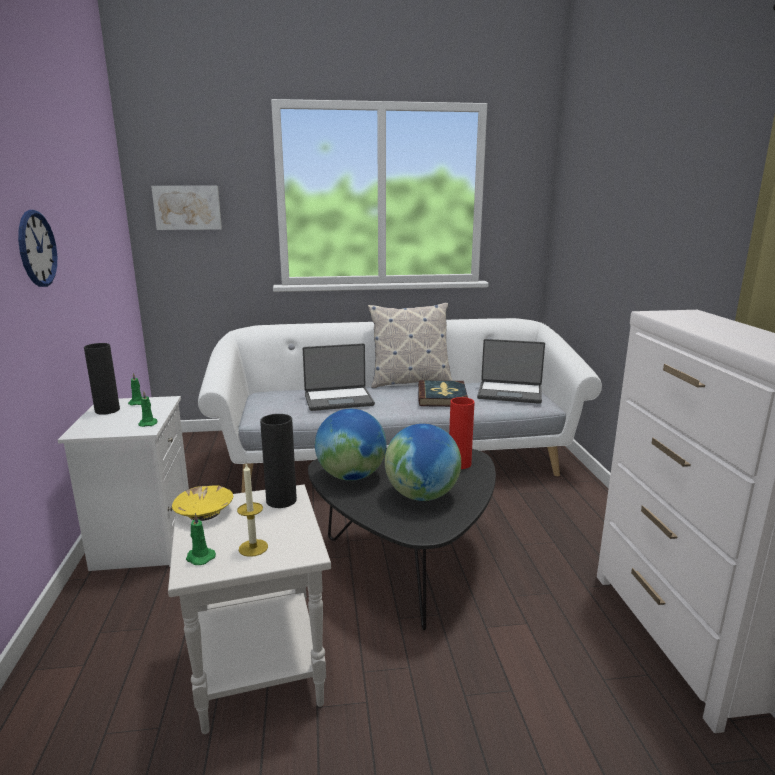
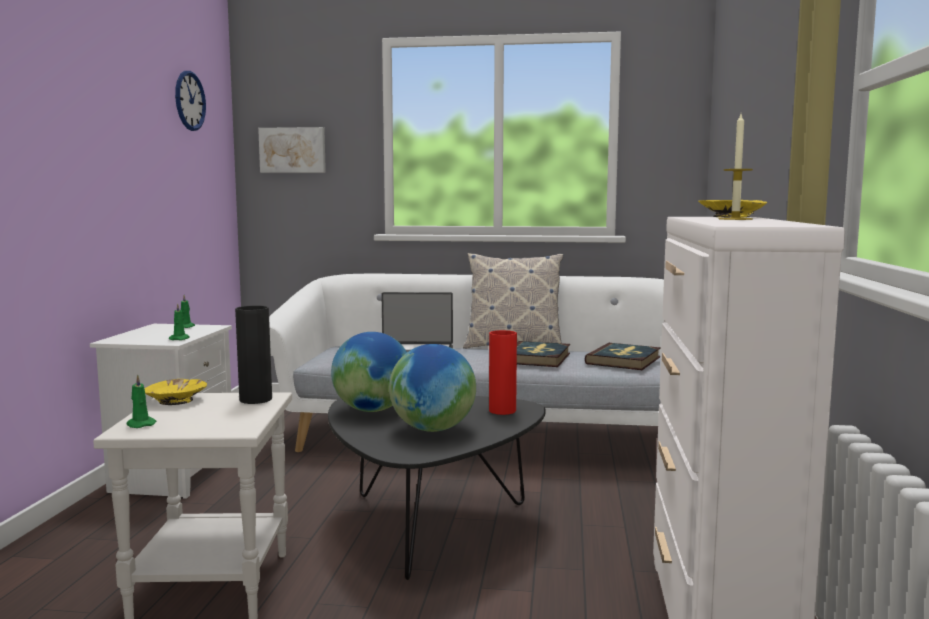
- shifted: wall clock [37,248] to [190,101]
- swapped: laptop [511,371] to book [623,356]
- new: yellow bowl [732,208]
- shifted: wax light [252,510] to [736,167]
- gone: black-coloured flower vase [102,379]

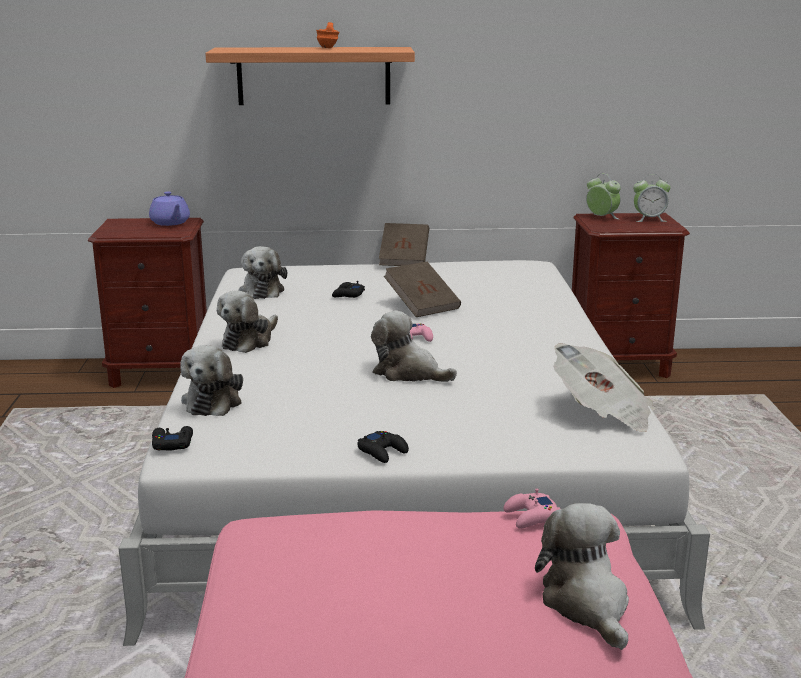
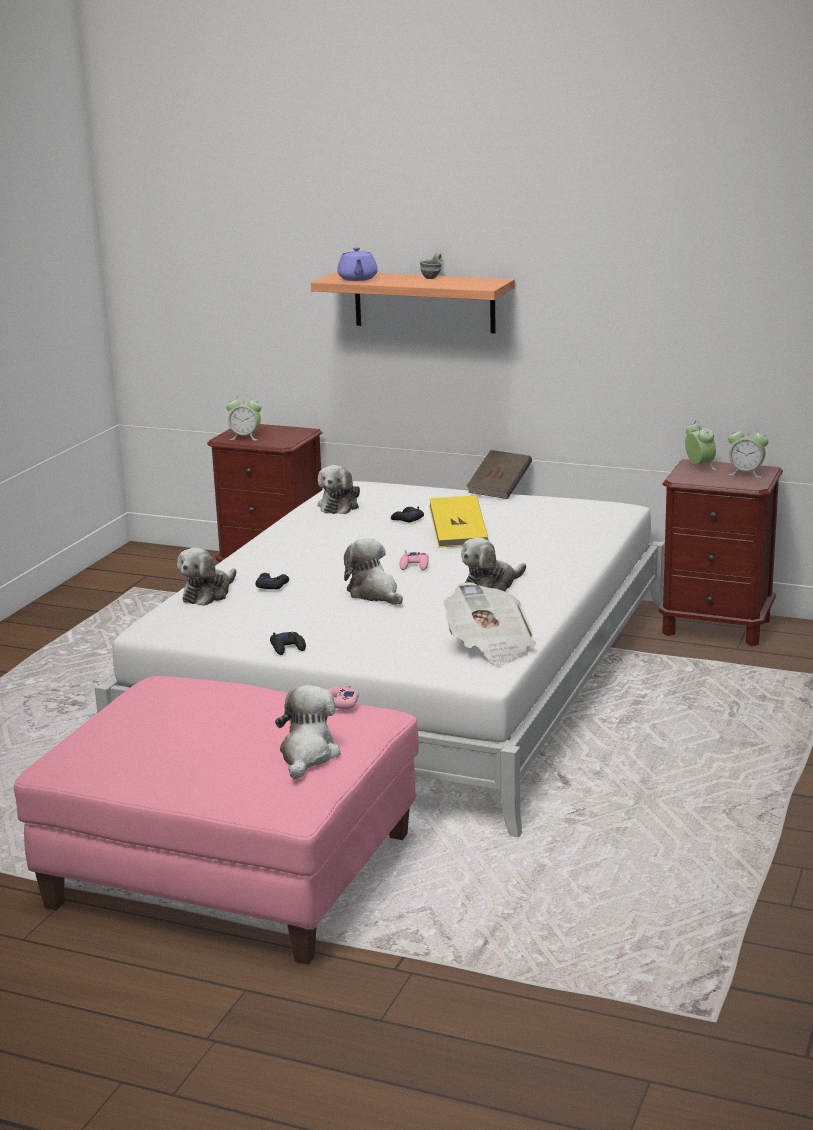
- new: table clock [244,417]
- shifted: black-coloured gamepad [172,438] to [272,581]
- shifted: purple tea pot [169,209] to [357,264]
- repainted: orangey mug [327,35] to grey mug [431,266]
- repainted: brown-coloured book [422,289] to yellow book [459,521]
- shifted: cuddly toy [247,321] to [493,565]

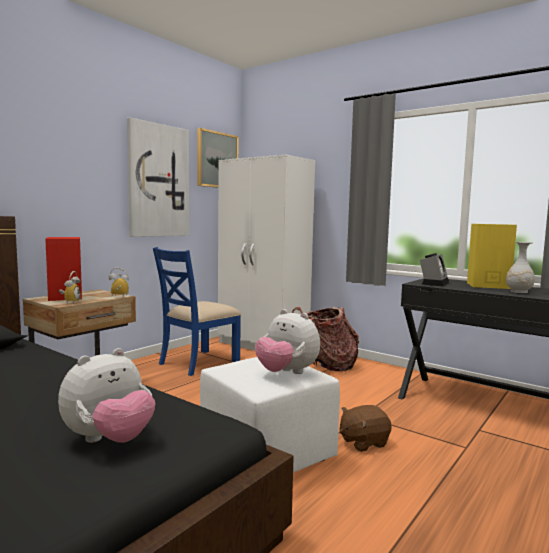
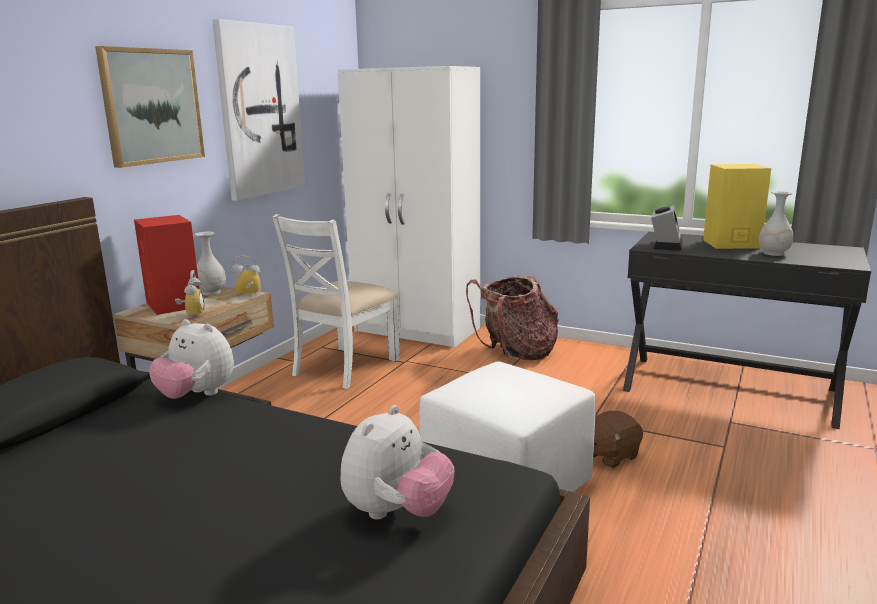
- shifted: picture [218,158] to [150,107]
- shifted: cuddly toy [287,341] to [191,359]
- new: white flower vase [210,264]
- repainted: blue-coloured upright chair [197,311] to white upright chair [336,301]

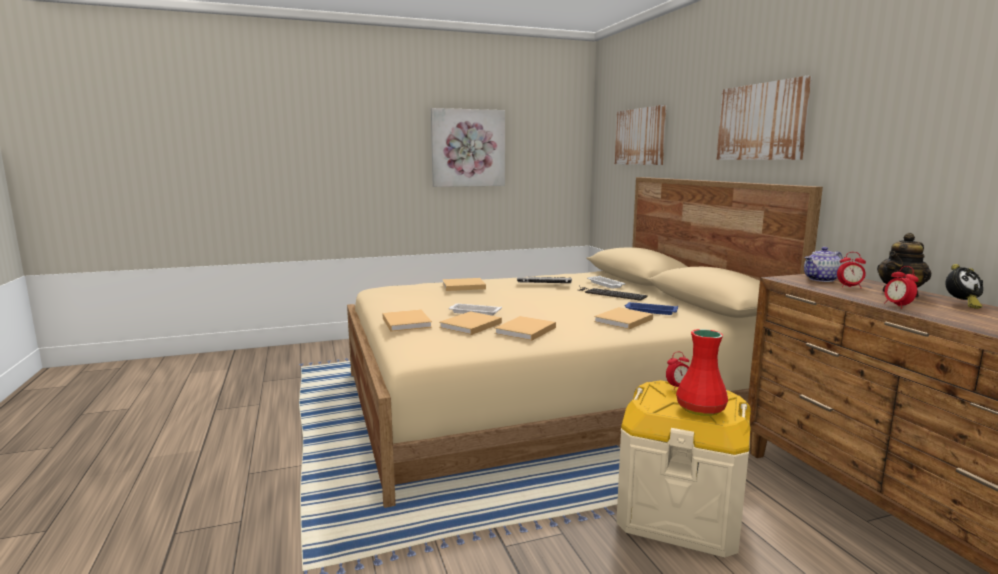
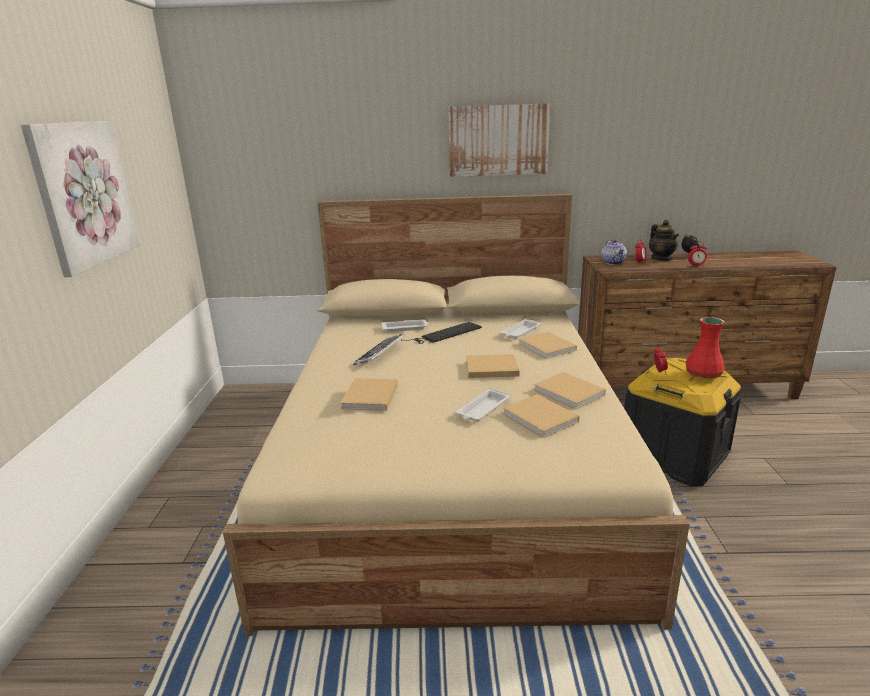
- shifted: beige-coloured book [407,320] to [493,366]
- repainted: blue-coloured carrying tray [651,308] to white carrying tray [520,329]
- repainted: beige-coloured storage container [683,468] to black-coloured storage container [682,422]
- gone: picture [640,135]

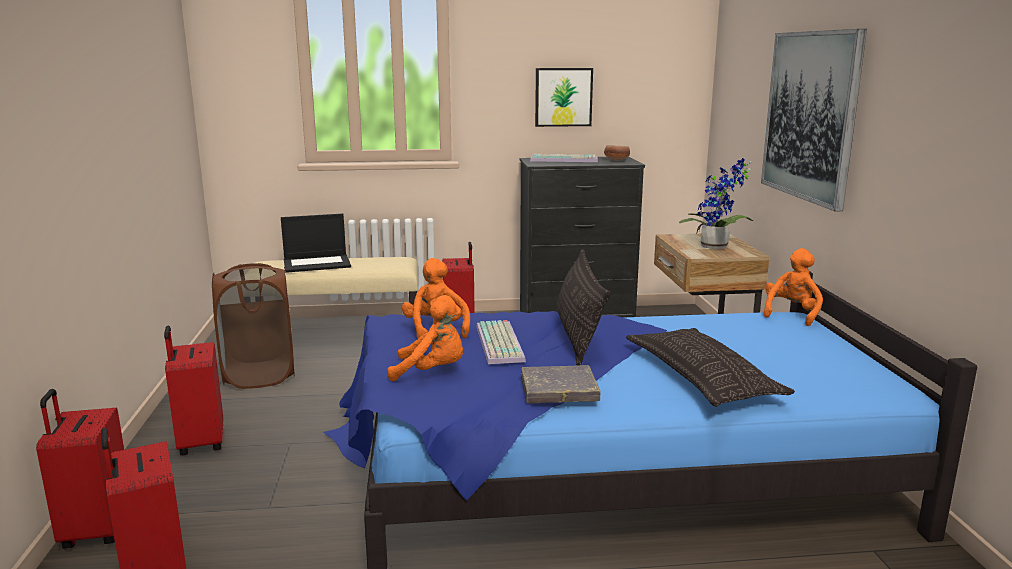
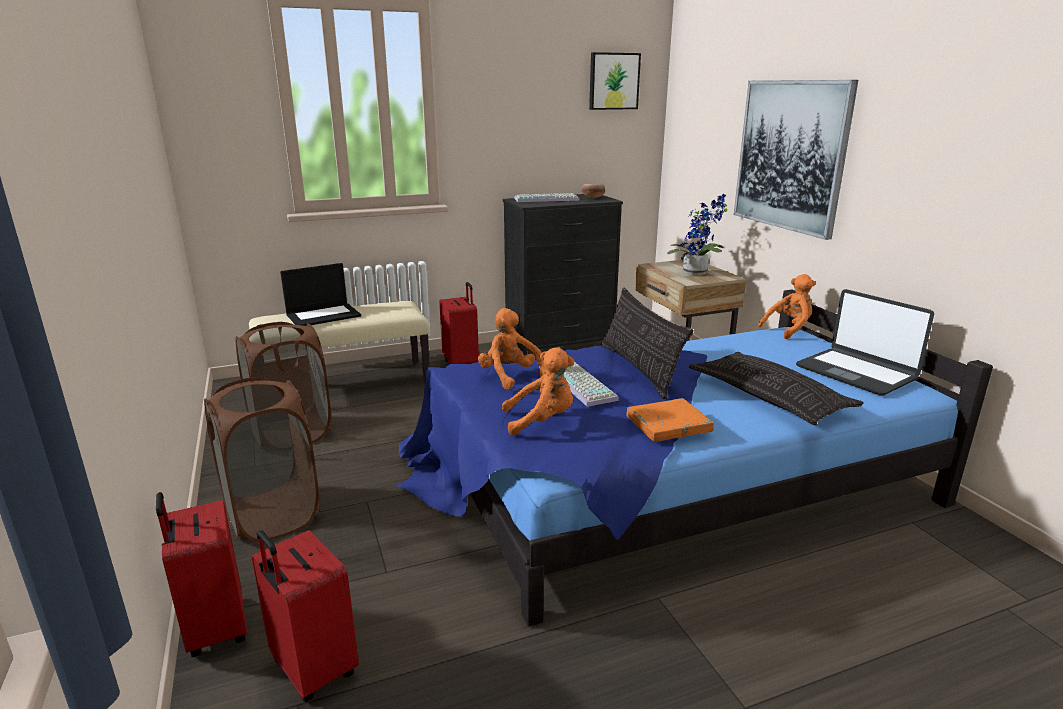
- swapped: red-coloured piece of luggage [193,390] to brown-coloured hamper [262,459]
- shifted: picture [564,97] to [615,81]
- repainted: grey book [561,384] to orangey book [670,420]
- rotated: orangey cuddly toy [793,287] = [786,306] 45 degrees clockwise
- new: laptop [865,342]

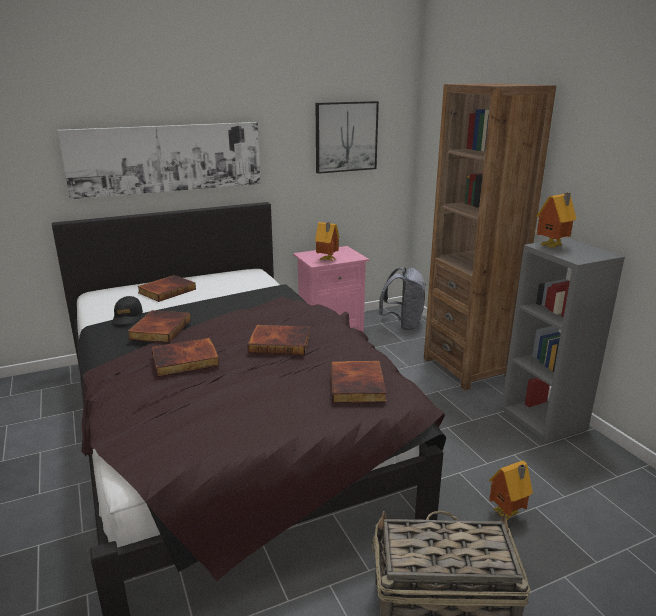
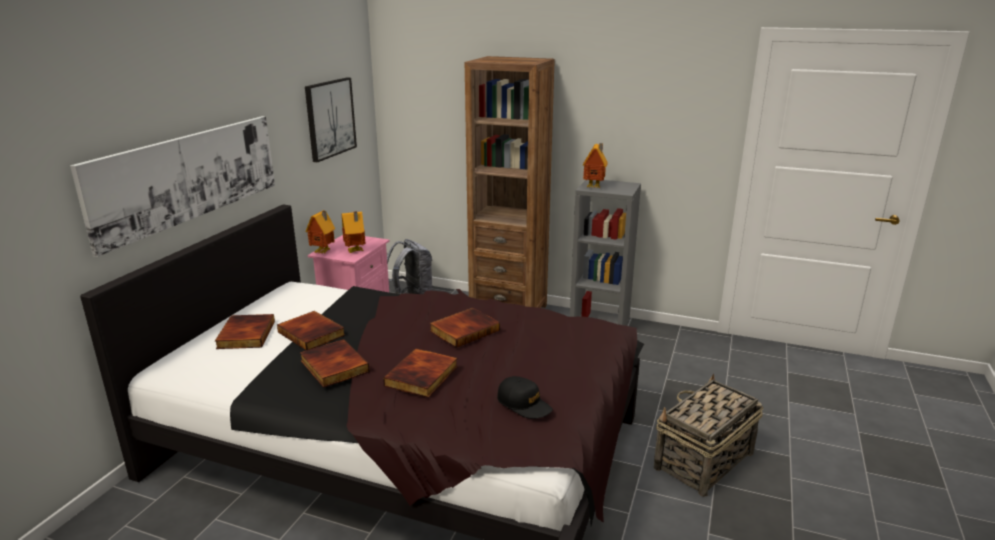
- shifted: book [358,382] to [311,330]
- shifted: miniature house [511,490] to [320,232]
- shifted: black-coloured baseball cap [127,310] to [525,397]

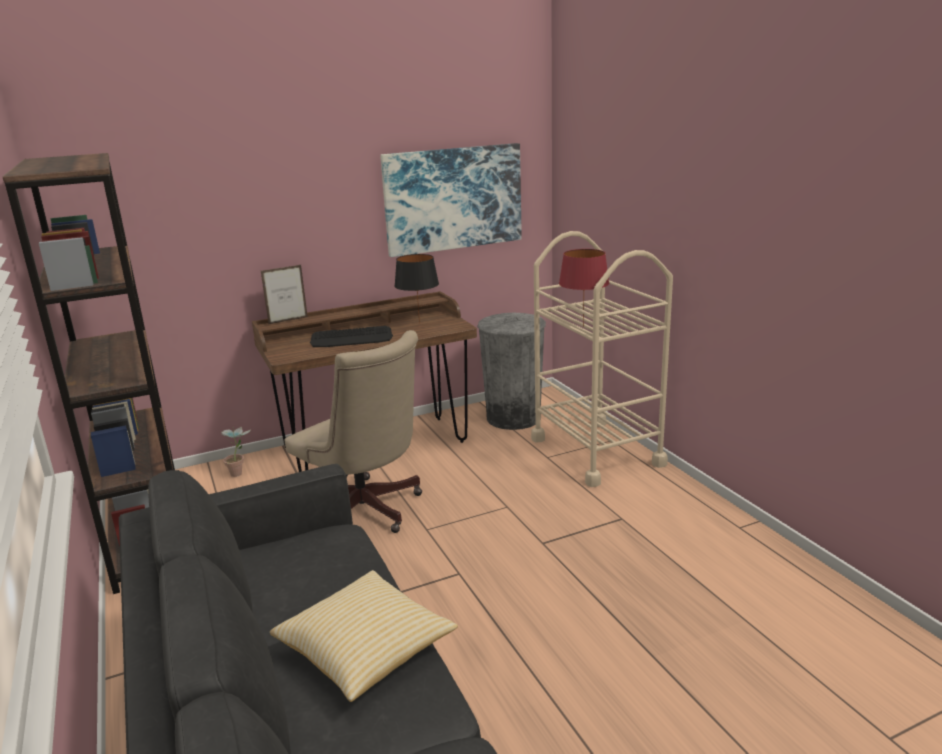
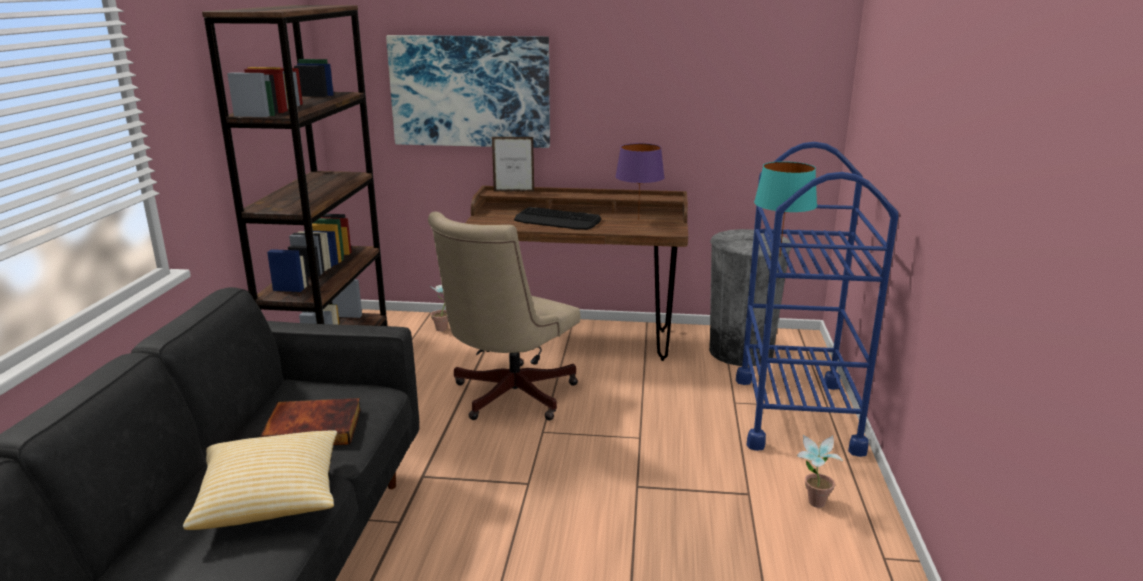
- new: book [310,421]
- shifted: picture [451,200] to [468,91]
- rotated: beige-coloured computer chair [353,431] = [504,315] 45 degrees clockwise
- repainted: black-coloured lamp for a table [417,289] to purple lamp for a table [640,181]
- repainted: beige-coloured wheeled cart [602,359] to blue-coloured wheeled cart [817,299]
- repainted: red-coloured lamp for a table [584,288] to turquoise lamp for a table [785,208]
- new: plant in a pot [820,471]

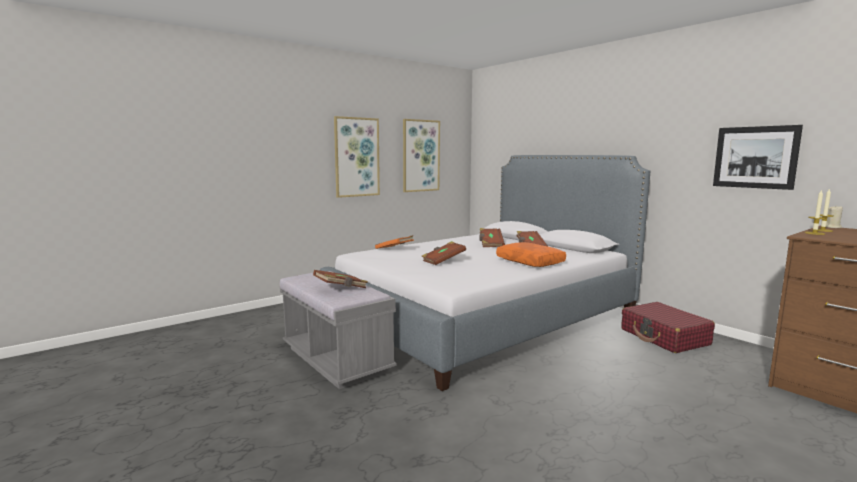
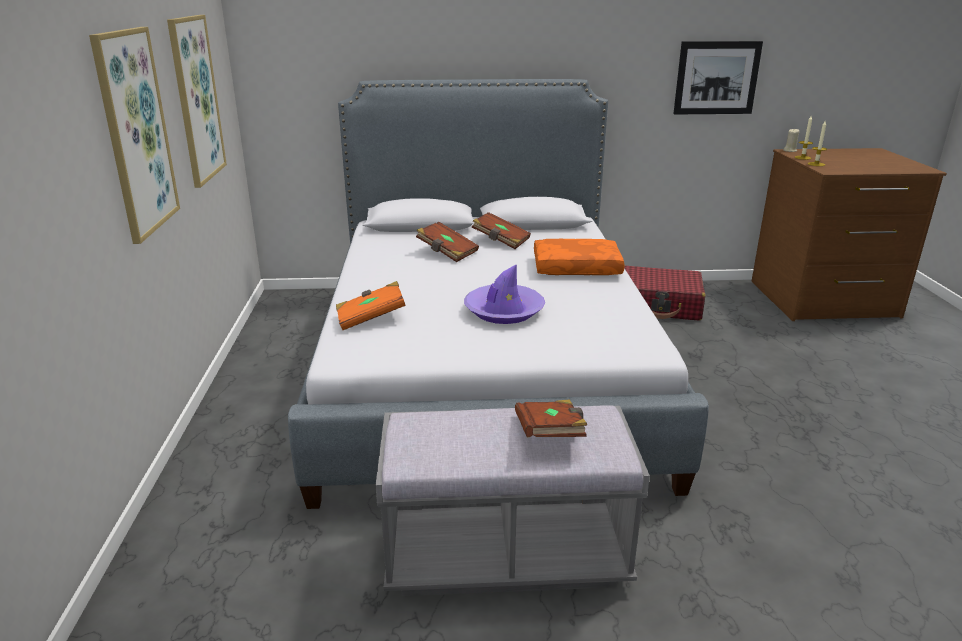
- swapped: brown-coloured book [444,253] to purple wearable hat [504,294]

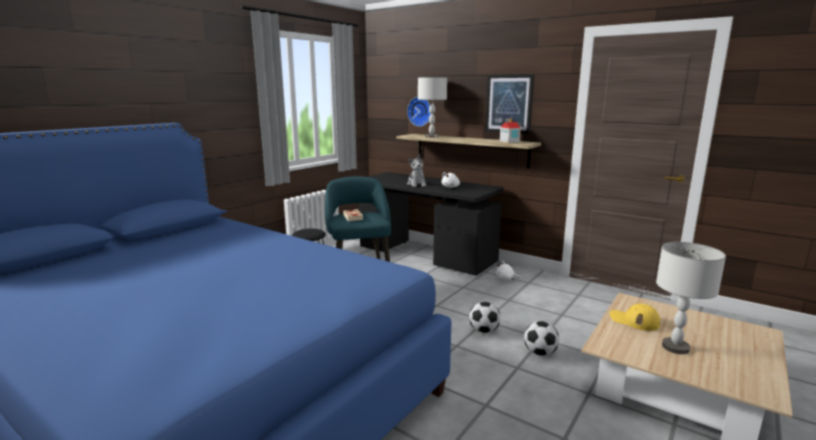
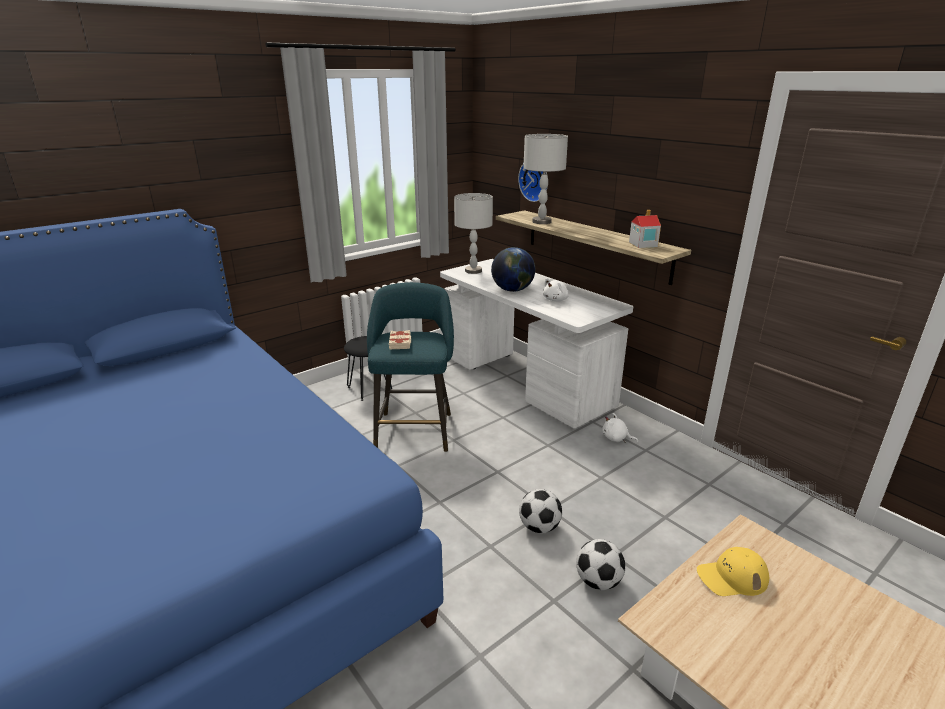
- repainted: black-coloured desk [431,224] to white desk [536,343]
- shifted: grey lamp for a table [691,298] to [473,233]
- swapped: cuddly toy [416,170] to globe [513,269]
- rotated: yellow baseball cap [635,317] = [733,571] 60 degrees counterclockwise
- gone: picture [509,104]

